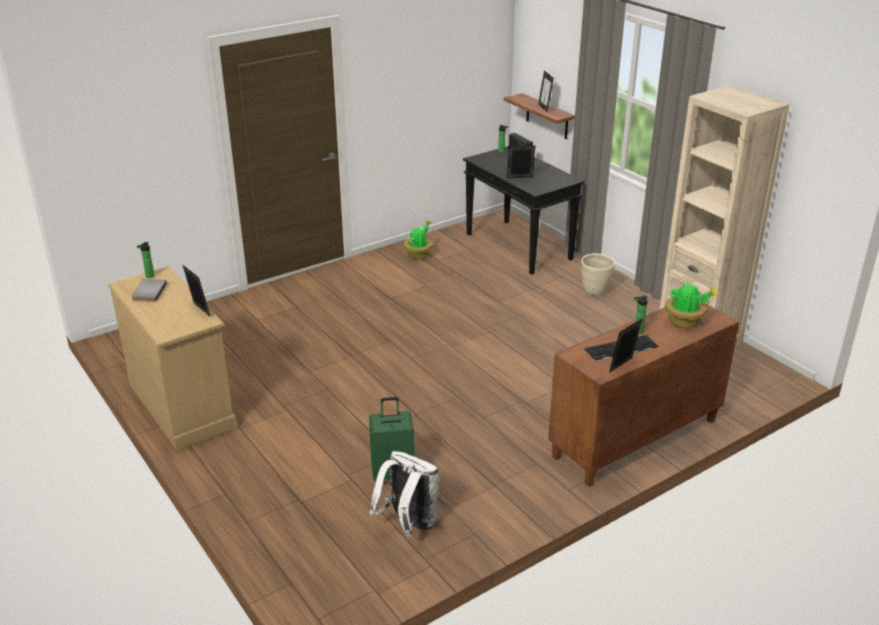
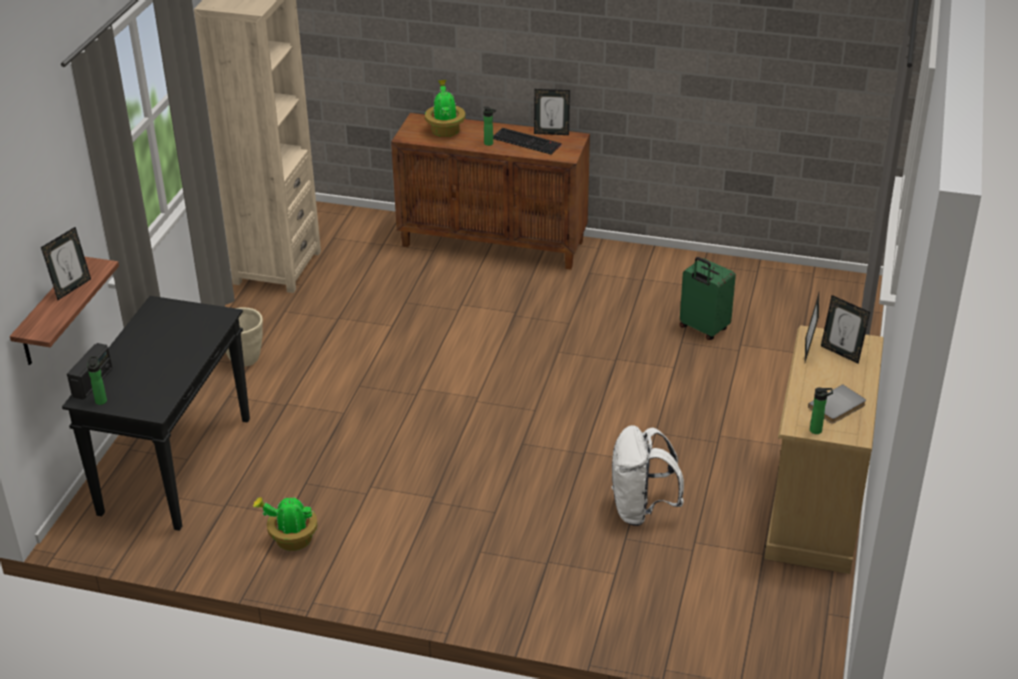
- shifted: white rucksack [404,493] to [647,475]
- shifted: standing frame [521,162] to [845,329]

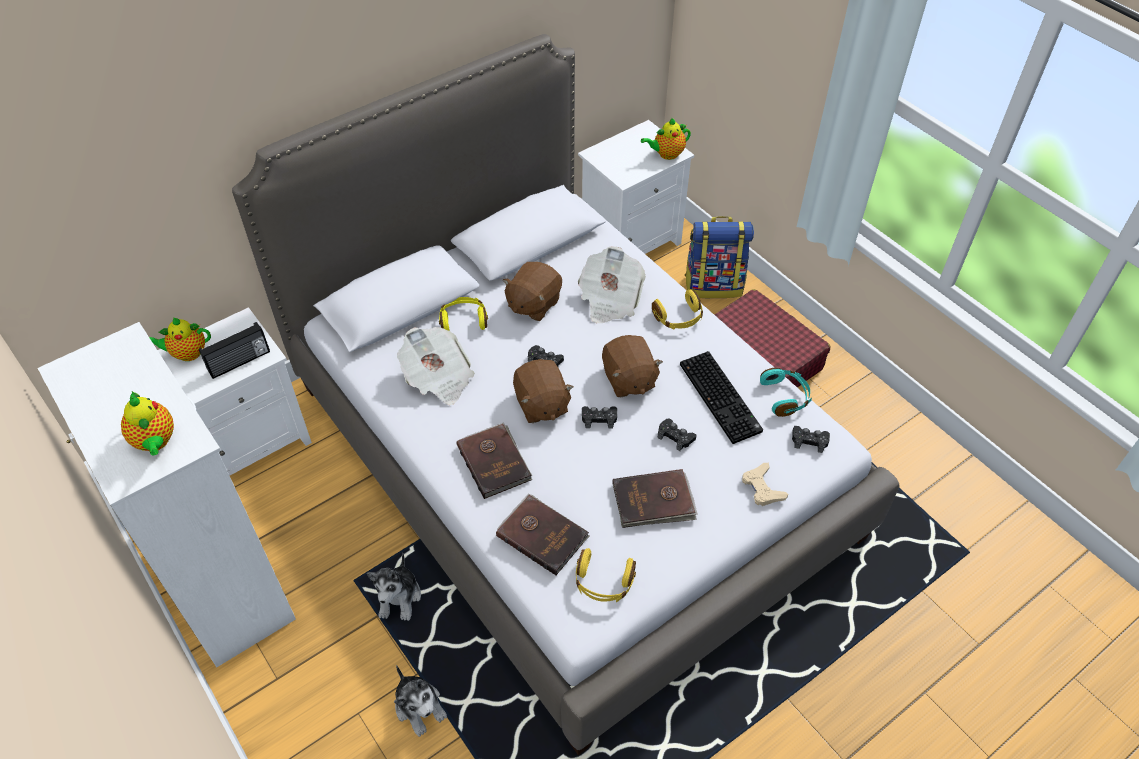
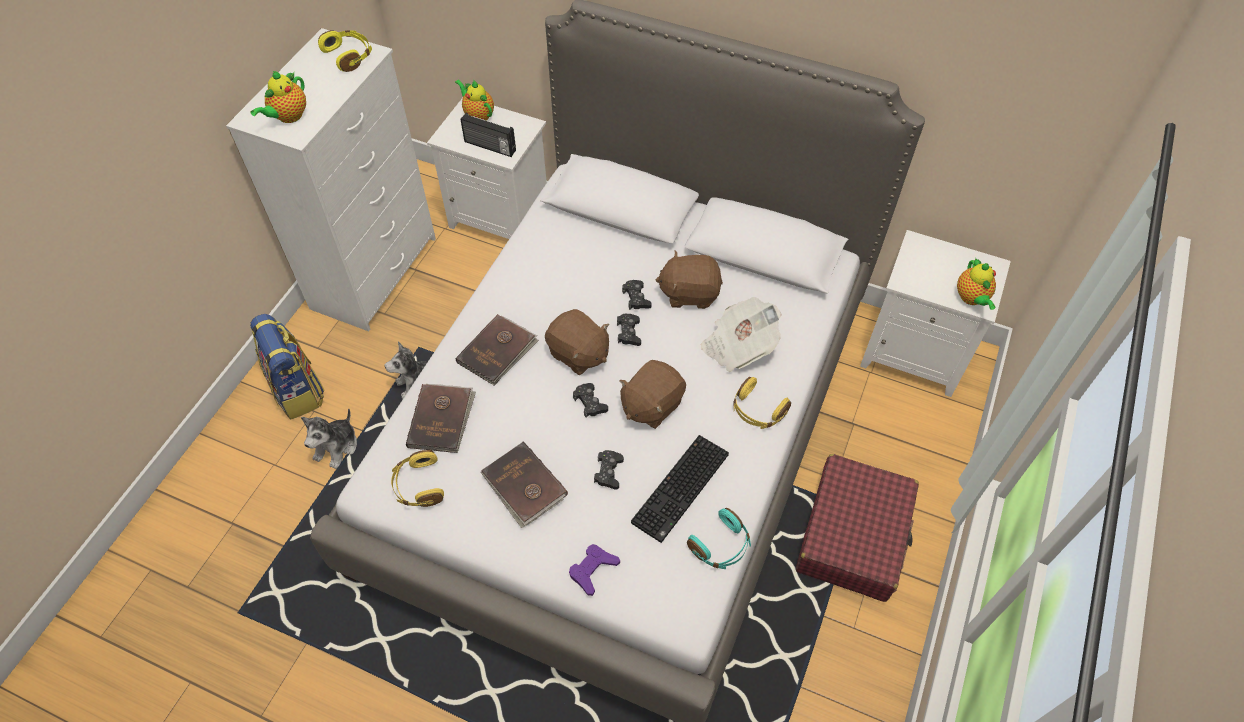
- shifted: rucksack [719,257] to [287,366]
- shifted: yellow pair of headphones [463,314] to [345,51]
- rotated: brown-coloured cuddly toy [543,391] = [577,342] 90 degrees counterclockwise
- repainted: beige-coloured gamepad [765,484] to purple gamepad [594,570]
- shifted: black-coloured gamepad [811,439] to [637,295]
- rotated: tea pot [666,139] = [976,284] 135 degrees counterclockwise
- gone: newspaper [436,366]

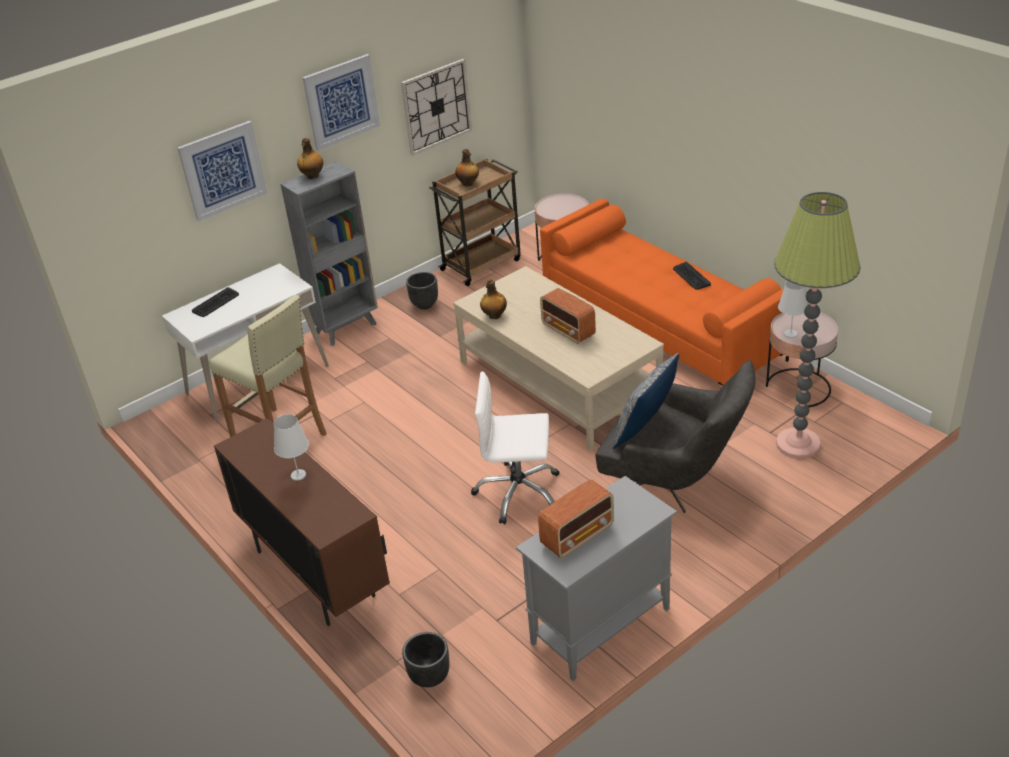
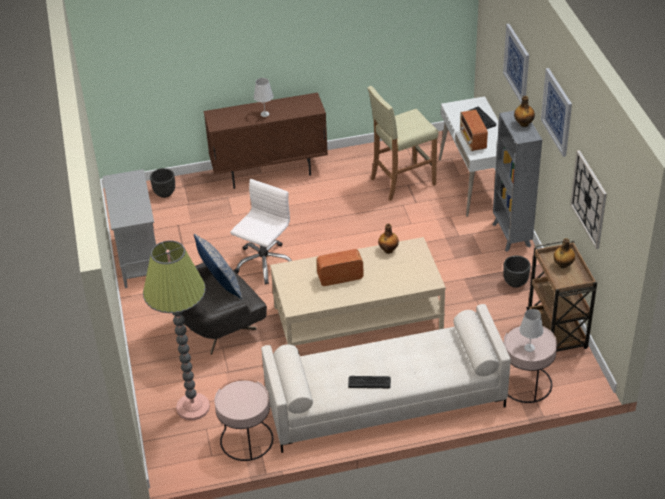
- repainted: orangey couch [664,292] to white couch [386,378]
- shifted: radio receiver [576,519] to [474,130]
- shifted: white lamp for a table [793,309] to [531,330]

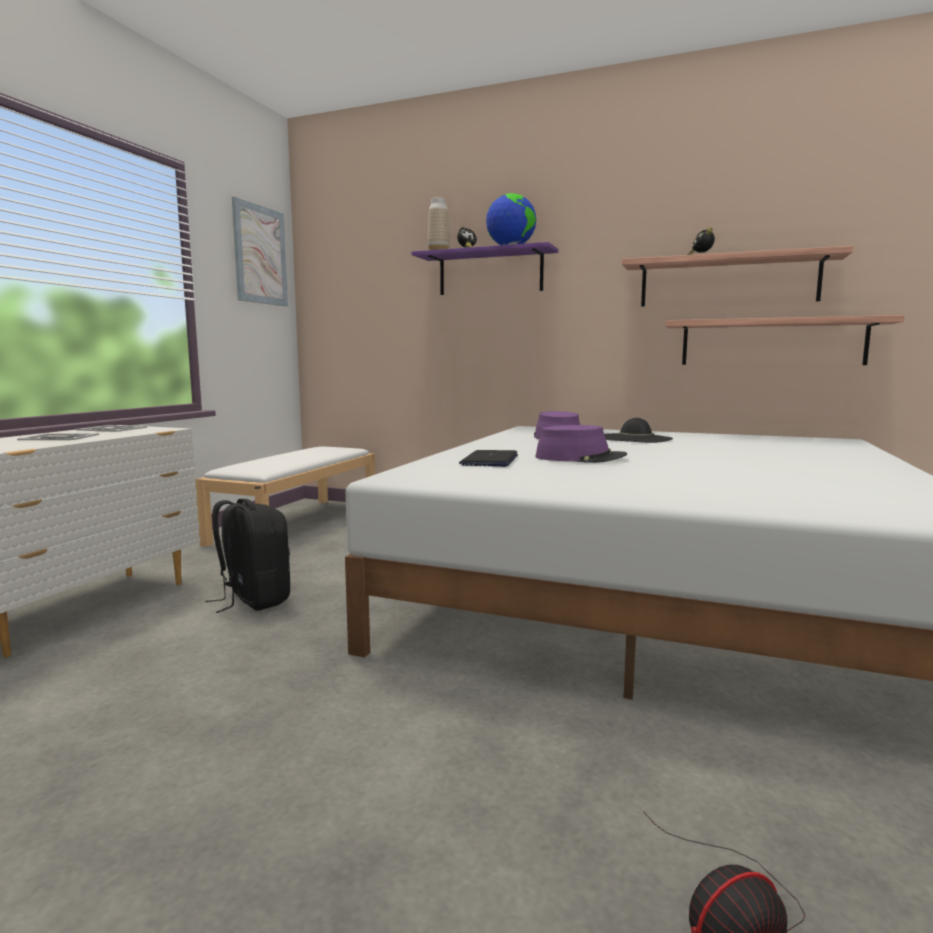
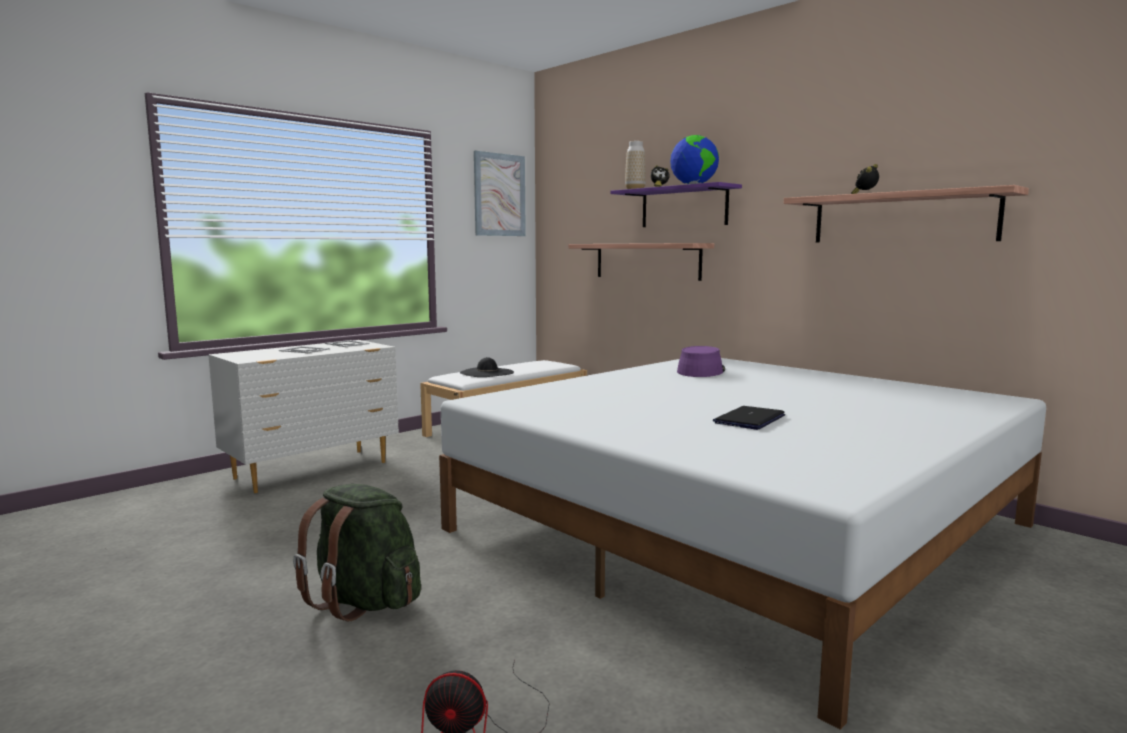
- new: greenish rucksack [357,552]
- shifted: black-coloured wearable hat [638,430] to [487,367]
- shifted: bracket shelf [785,340] to [641,262]
- shifted: laptop [488,458] to [749,418]
- gone: black-coloured rucksack [247,556]
- gone: purple wearable hat [581,444]

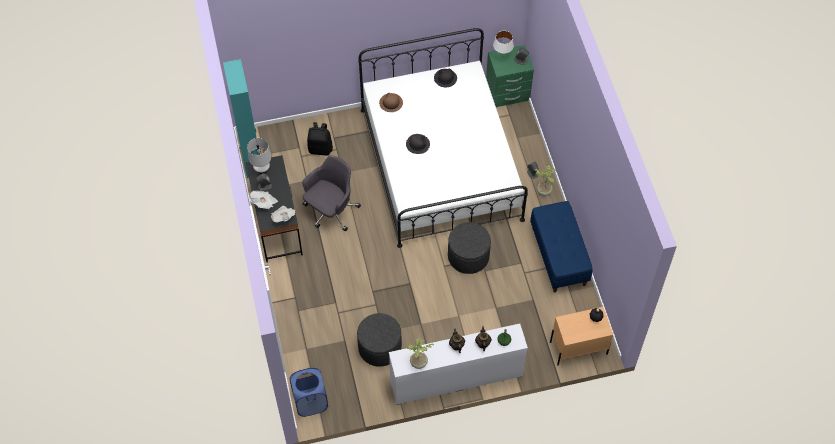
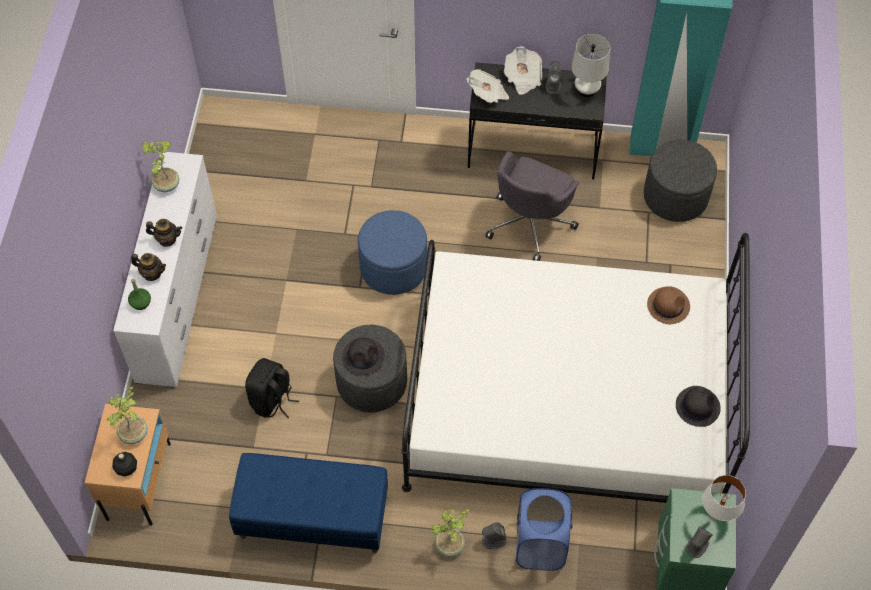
- new: plant in a pot [126,415]
- shifted: black-coloured rucksack [320,139] to [272,388]
- shifted: black-coloured wearable hat [418,144] to [363,356]
- new: blue-coloured ottoman [392,252]
- rotated: grey computer chair [332,193] = [532,206] 60 degrees clockwise
- shifted: blue-coloured hamper [308,392] to [544,529]
- shifted: grey ottoman [379,340] to [680,181]

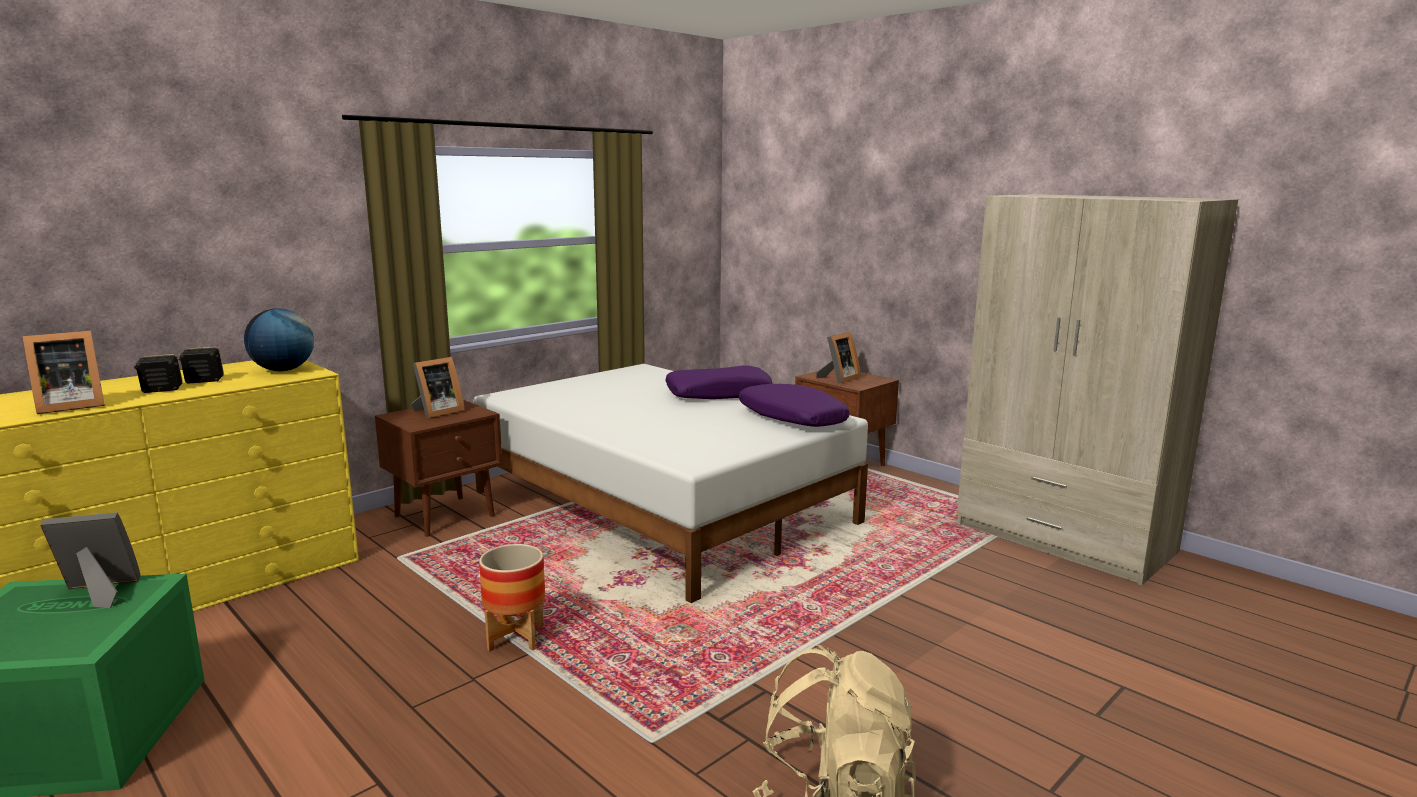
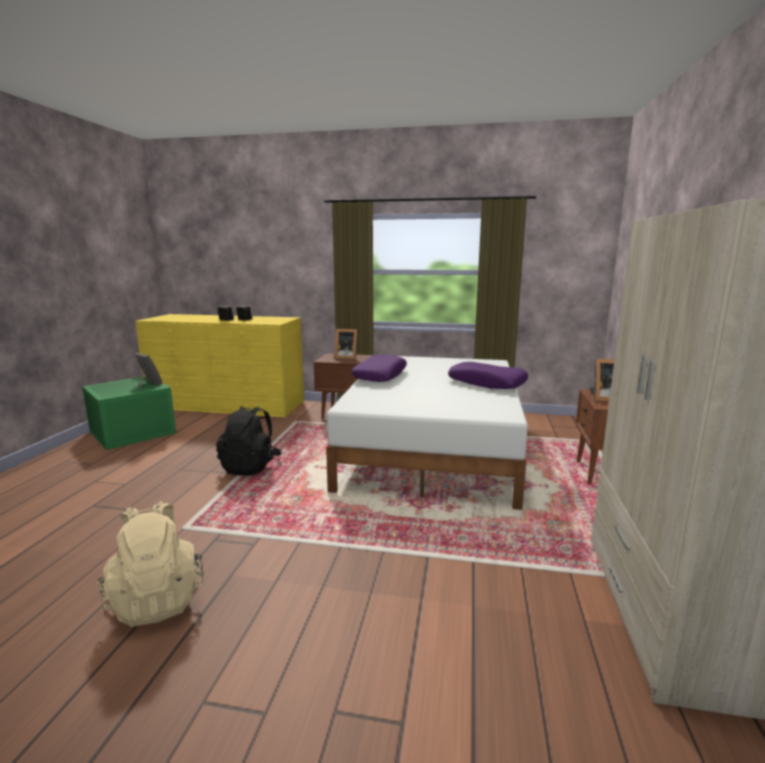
- swapped: flower pot [512,598] to black-coloured rucksack [249,441]
- shifted: purple throw pillow [794,405] to [379,368]
- gone: standing frame [63,372]
- gone: globe [279,339]

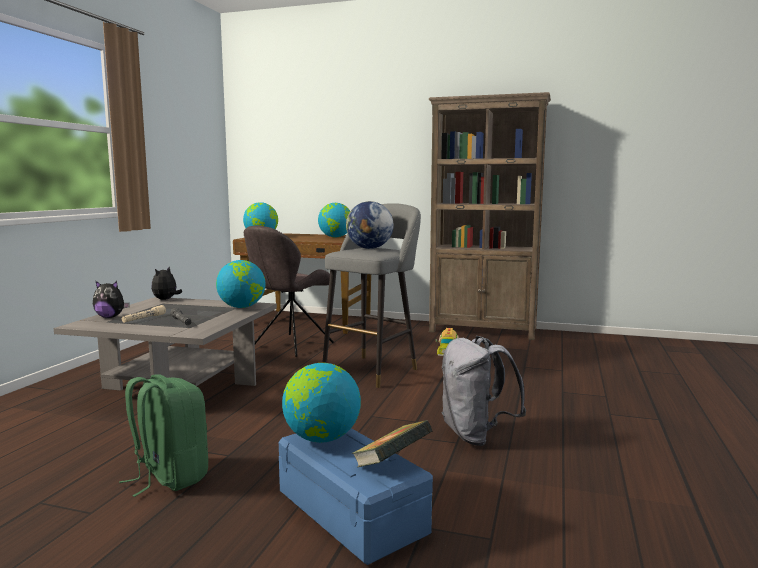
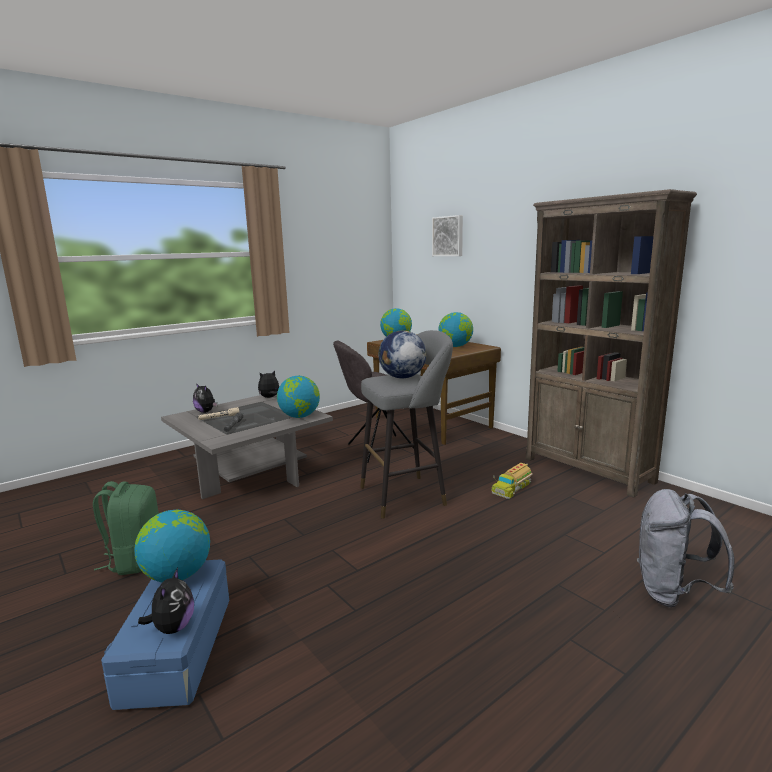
- swapped: book [392,443] to cuddly toy [166,601]
- new: picture [447,235]
- shifted: grey rucksack [484,391] to [686,548]

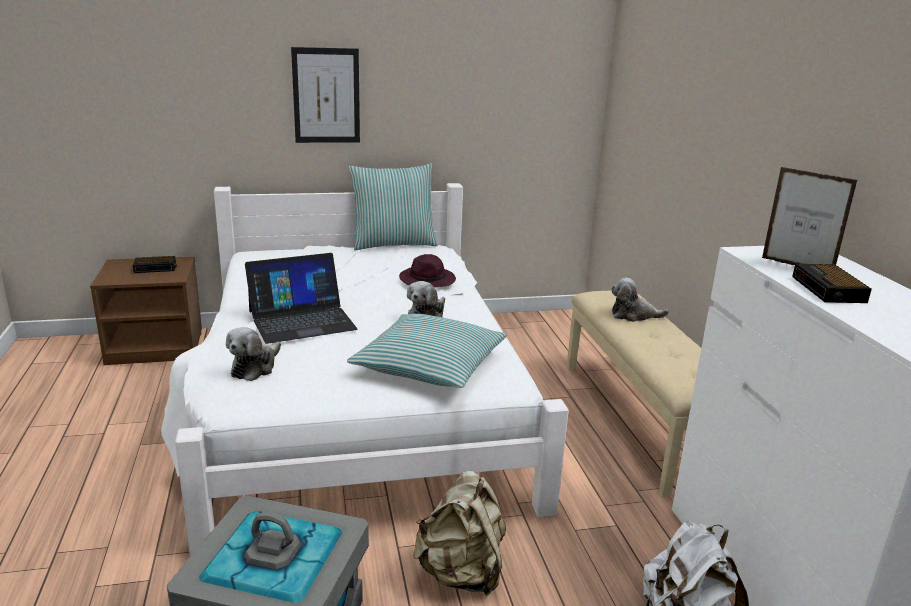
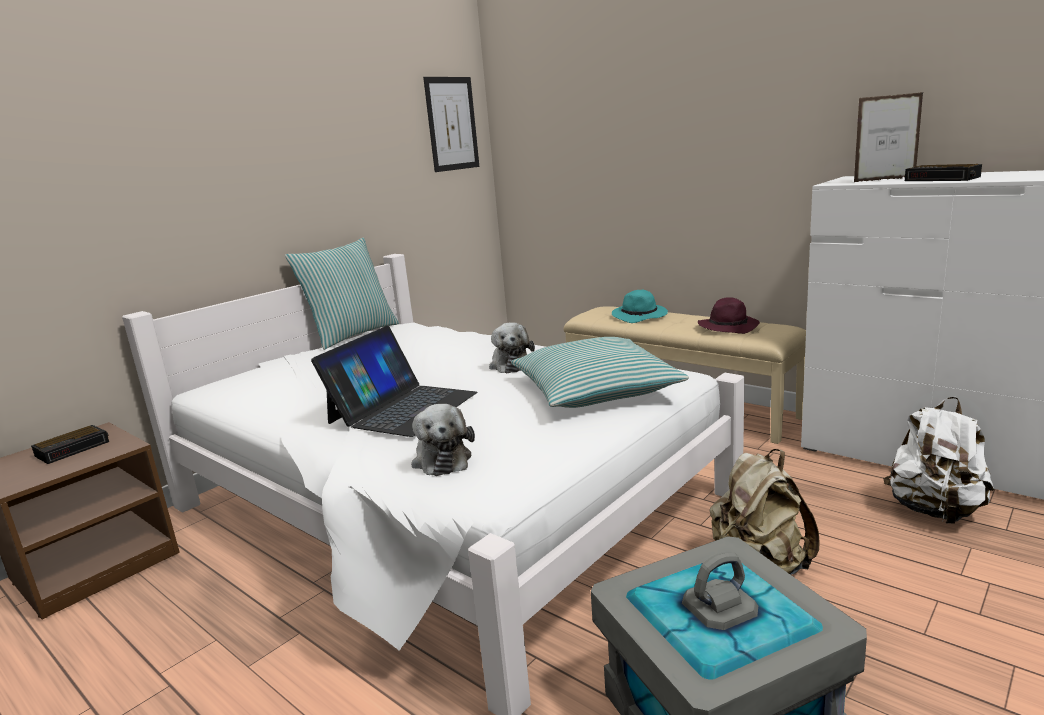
- shifted: picture [325,95] to [451,124]
- swapped: cuddly toy [640,300] to turquoise wearable hat [640,306]
- shifted: purple wearable hat [427,271] to [729,315]

